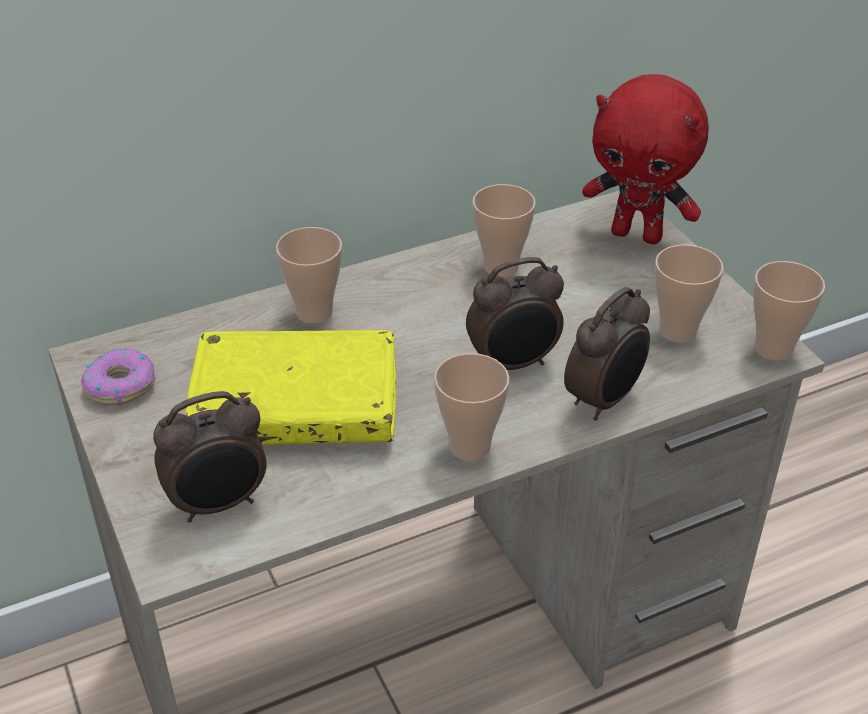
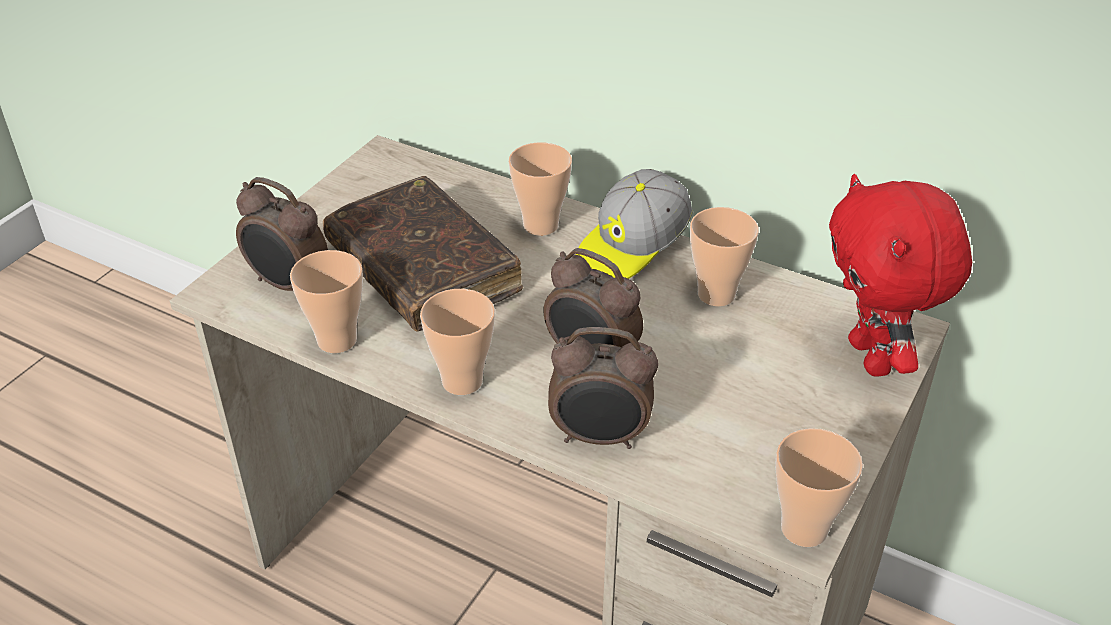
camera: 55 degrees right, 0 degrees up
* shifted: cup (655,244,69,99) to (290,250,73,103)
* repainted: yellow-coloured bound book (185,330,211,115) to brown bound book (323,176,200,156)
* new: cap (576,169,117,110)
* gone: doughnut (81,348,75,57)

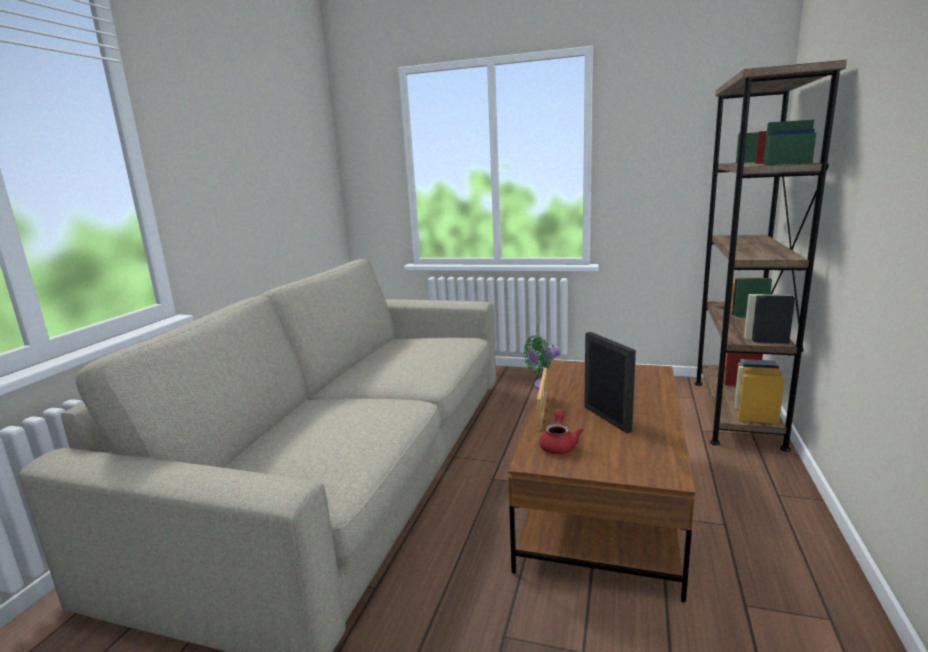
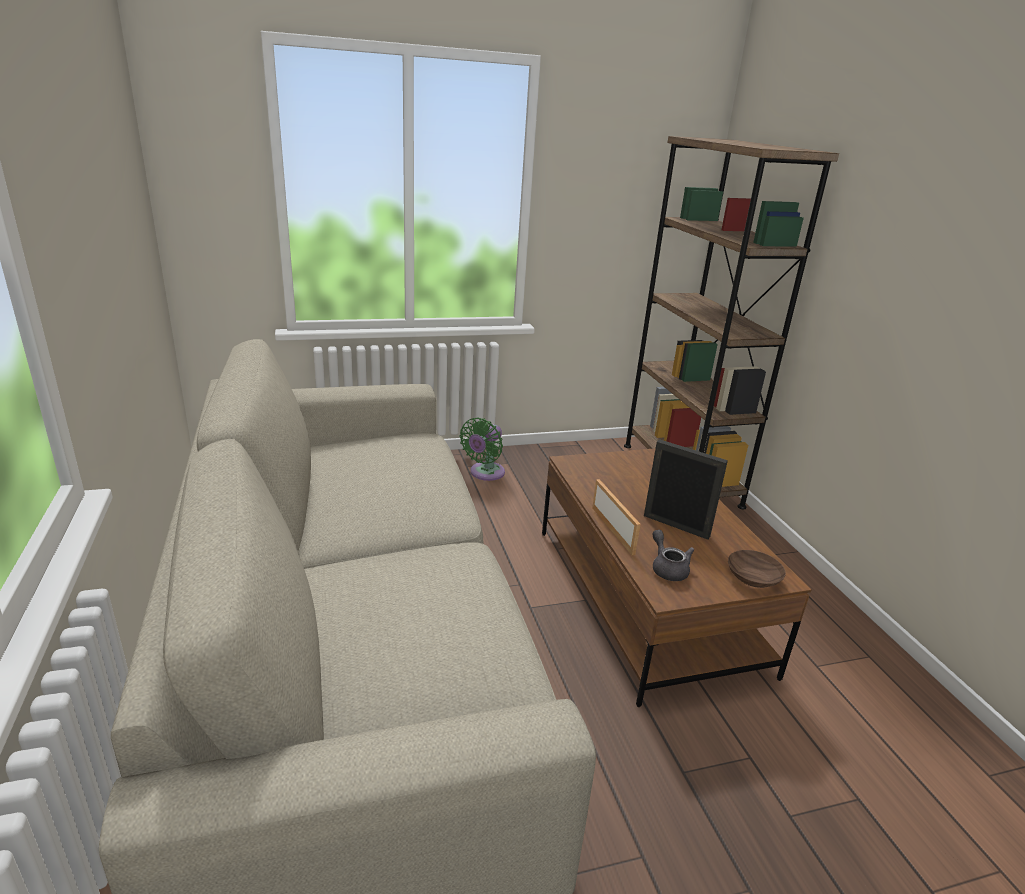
camera: 35 degrees left, 10 degrees up
* repainted: red tea pot (540,408,44,46) to grey tea pot (653,530,42,51)
* new: brown deep dish (728,550,58,38)

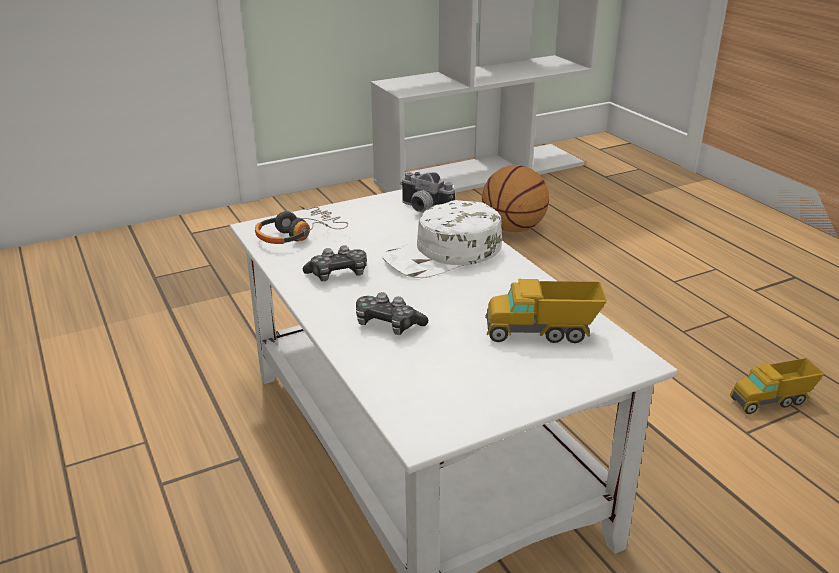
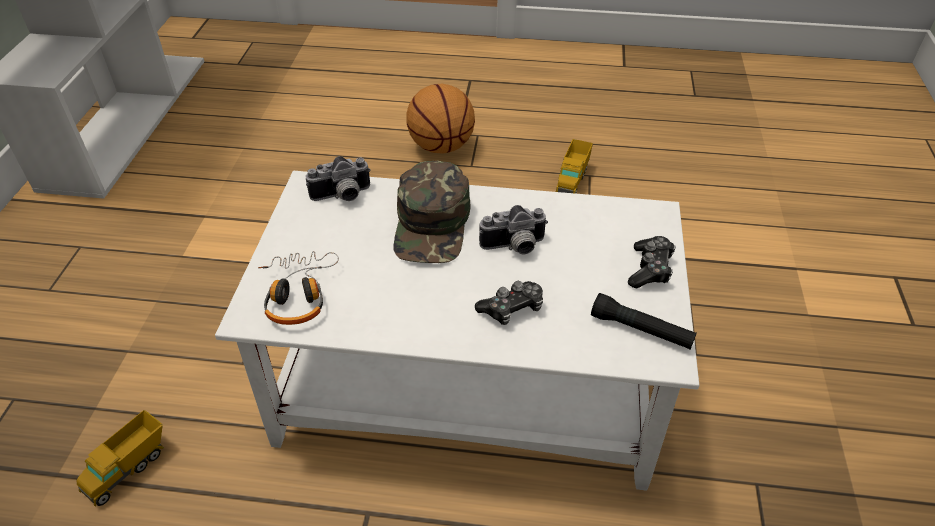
camera: 55 degrees left, 15 degrees up
* shifted: toy lorry (485,279,122,64) to (76,410,88,97)
* repainted: whitish cap (382,200,120,78) to greenish cap (393,161,78,102)
* shifted: basketball (482,165,67,67) to (406,84,69,69)
* new: photo camera (479,205,69,50)
* new: black flashlight (591,293,106,56)
* shifted: game controller (303,246,64,35) to (628,236,48,52)

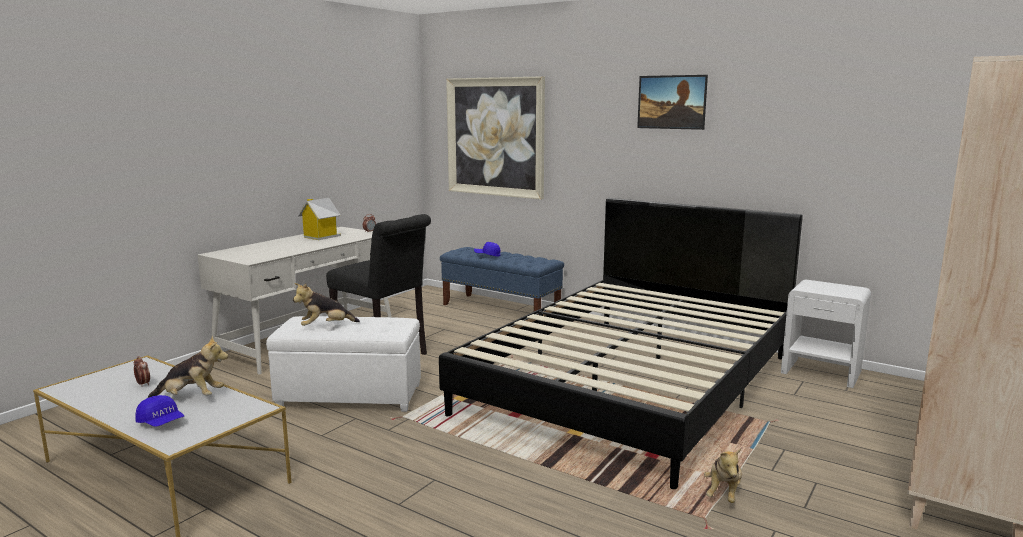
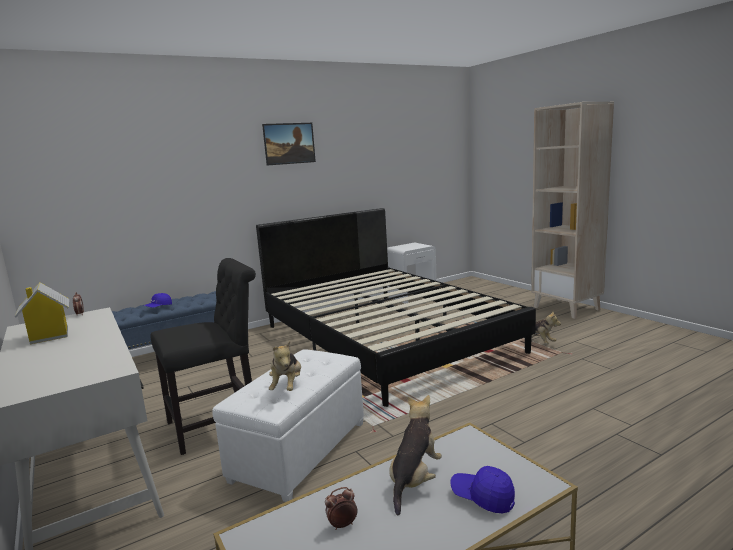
camera: 65 degrees left, 0 degrees up
* rotated: blue-coloured cap (135,395,49,32) = (450,466,65,47) 120 degrees counterclockwise
* gone: wall picture (446,76,99,124)

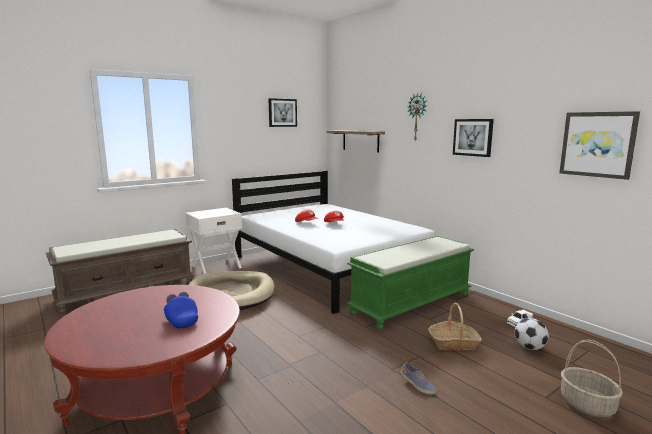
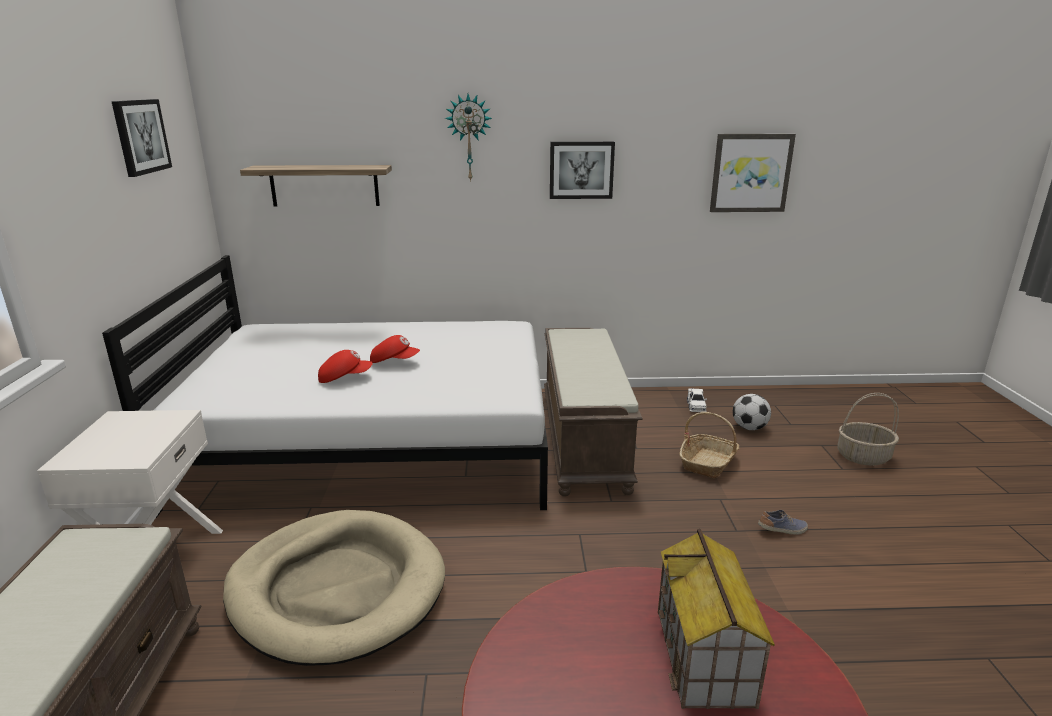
camera: 55 degrees left, 10 degrees up
* repainted: greenish bench (347,236,127,94) to brown bench (544,328,99,169)
* swapped: blue-coloured cap (164,292,34,36) to miniature house (658,528,117,181)

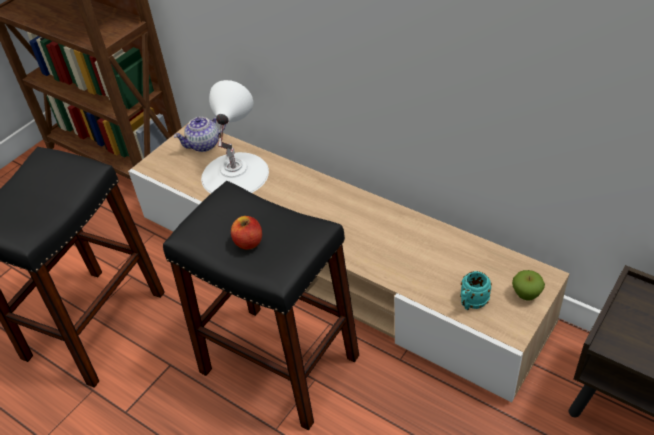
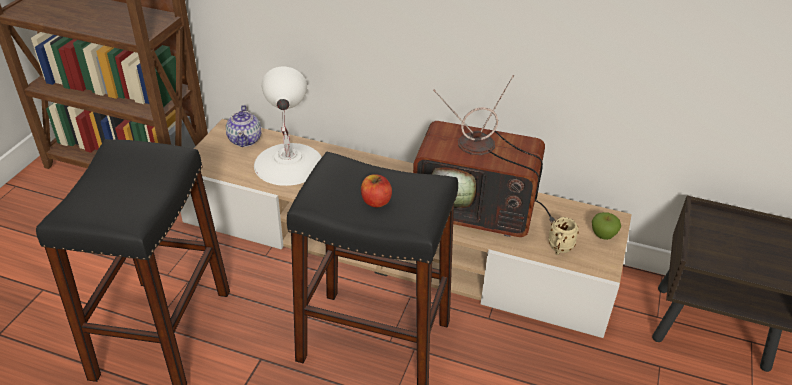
camera: 20 degrees left, 5 degrees down
* rotated: tea pot (174,116,52,36) = (226,105,35,42) 45 degrees counterclockwise
* new: TV set (413,75,142,162)
* repainted: blue-green tea mug (460,271,32,39) to beige tea mug (549,217,30,38)

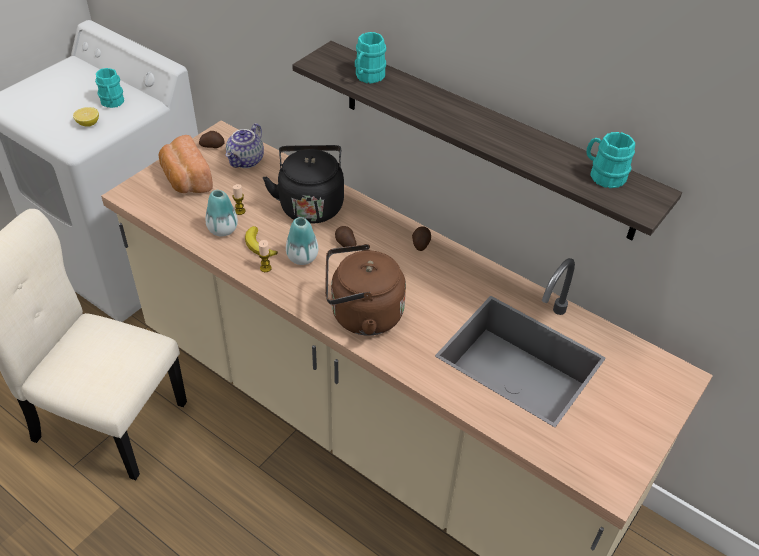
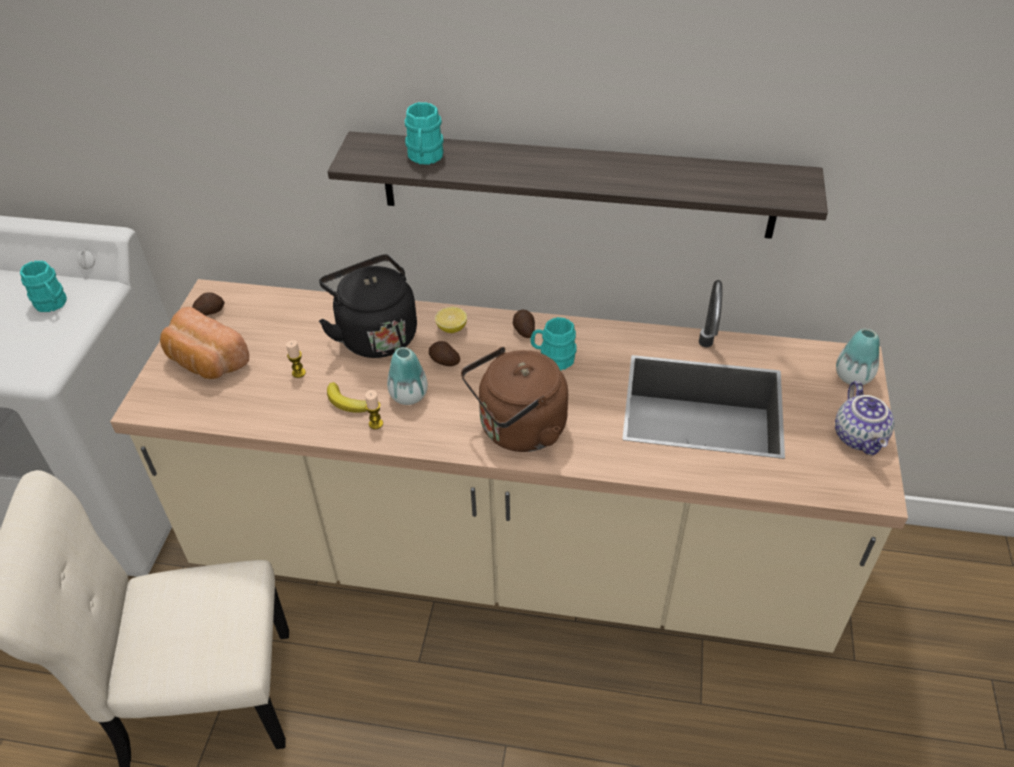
camera: 25 degrees left, 0 degrees up
* shifted: lemon (73,107,26,20) to (435,307,32,26)
* shifted: blue-green tea mug (586,132,49,56) to (530,317,47,54)
* shifted: tea pot (226,123,38,45) to (835,381,59,74)
* shifted: flower vase (206,190,32,46) to (836,329,44,56)

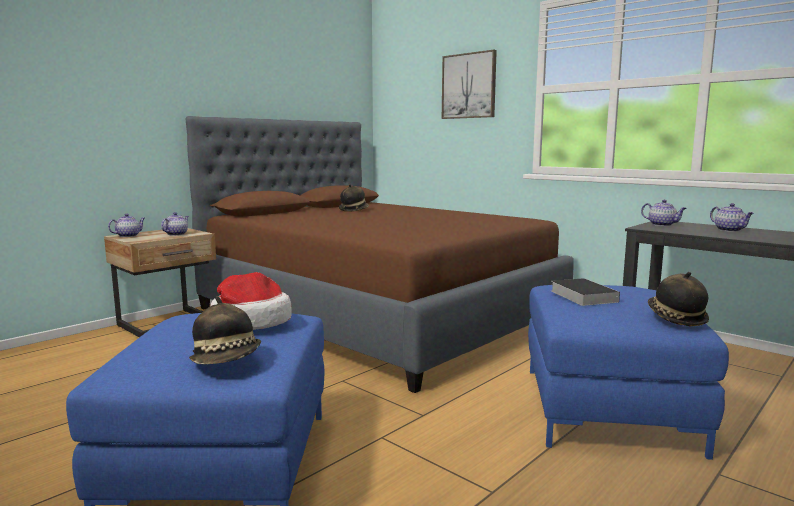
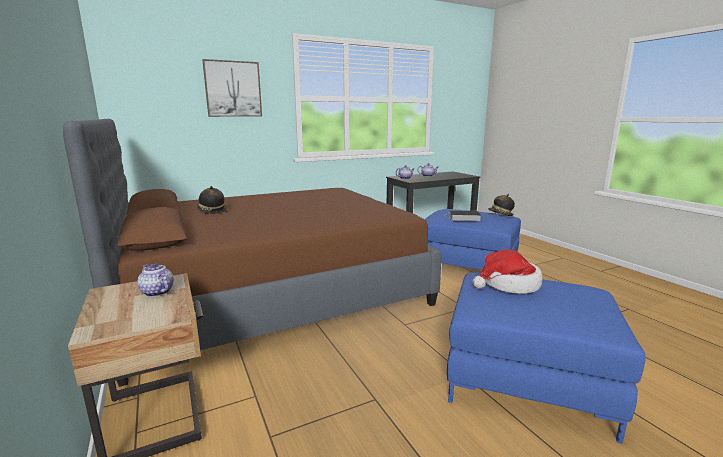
camera: 70 degrees left, 5 degrees up
* gone: tea pot (108,214,37,23)
* gone: clothing hat (189,296,72,68)

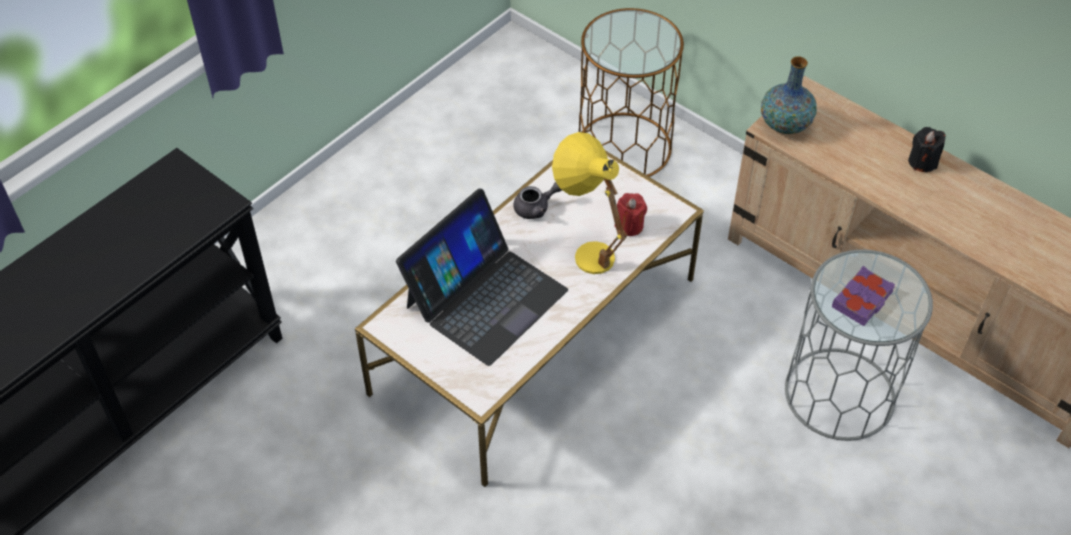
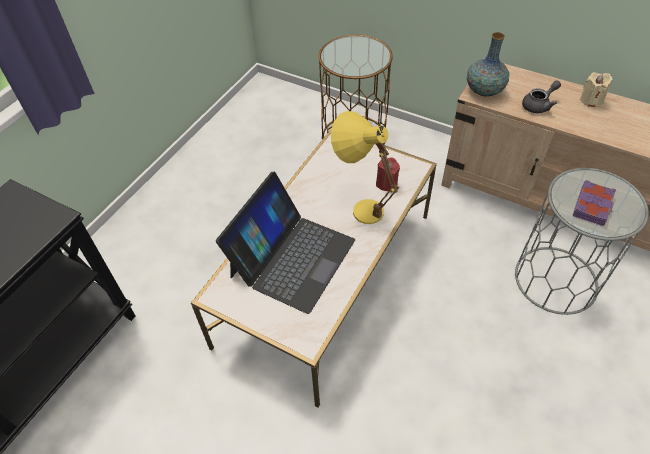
camera: 10 degrees left, 0 degrees up
* shifted: grey tea pot (514,182,48,37) to (522,80,39,33)
* repainted: black candle (908,127,37,45) to beige candle (580,72,33,35)

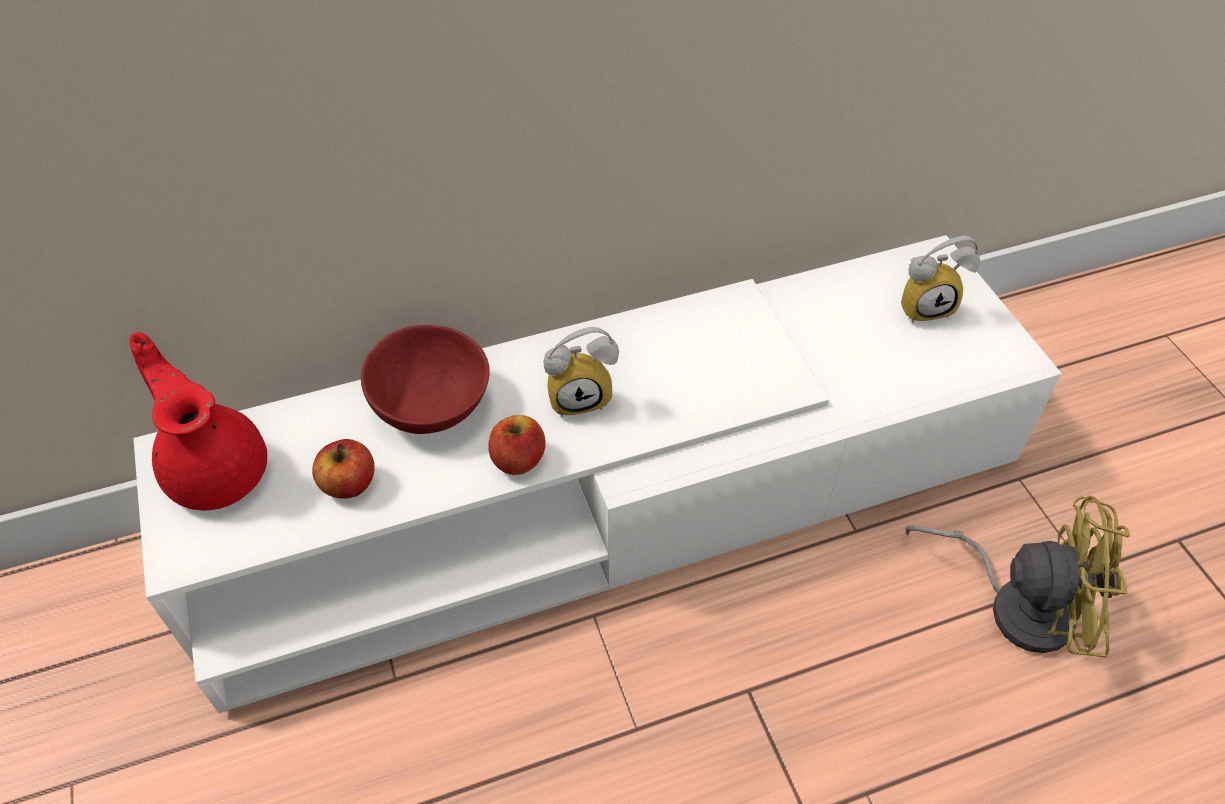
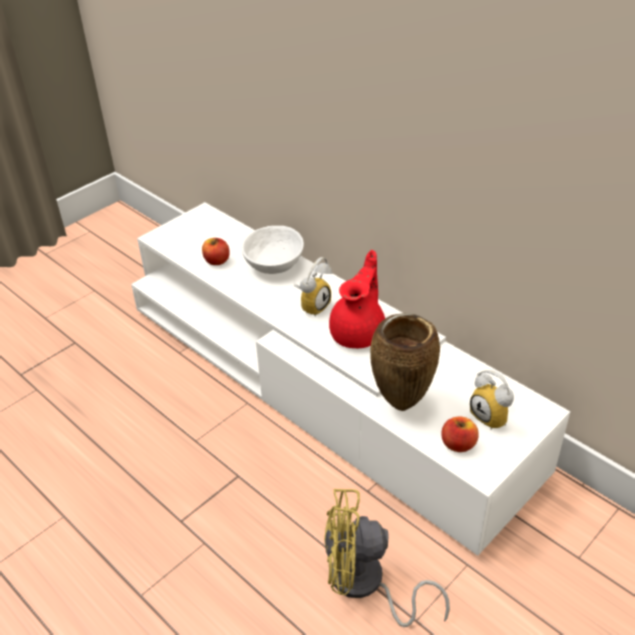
camera: 65 degrees right, 10 degrees down
* repainted: red deep dish (361,325,129,109) to whitish deep dish (242,226,62,48)
* rotated: alarm clock (544,327,75,90) = (294,257,38,60) 105 degrees counterclockwise
* rotated: yellow-coloured fan (906,496,224,162) = (324,489,126,138) 105 degrees clockwise
* shifted: red tea pot (130,332,137,178) to (329,250,56,98)
* new: brown flower vase (370,313,70,98)
* shifted: whole apple (488,415,58,60) to (441,417,38,35)

